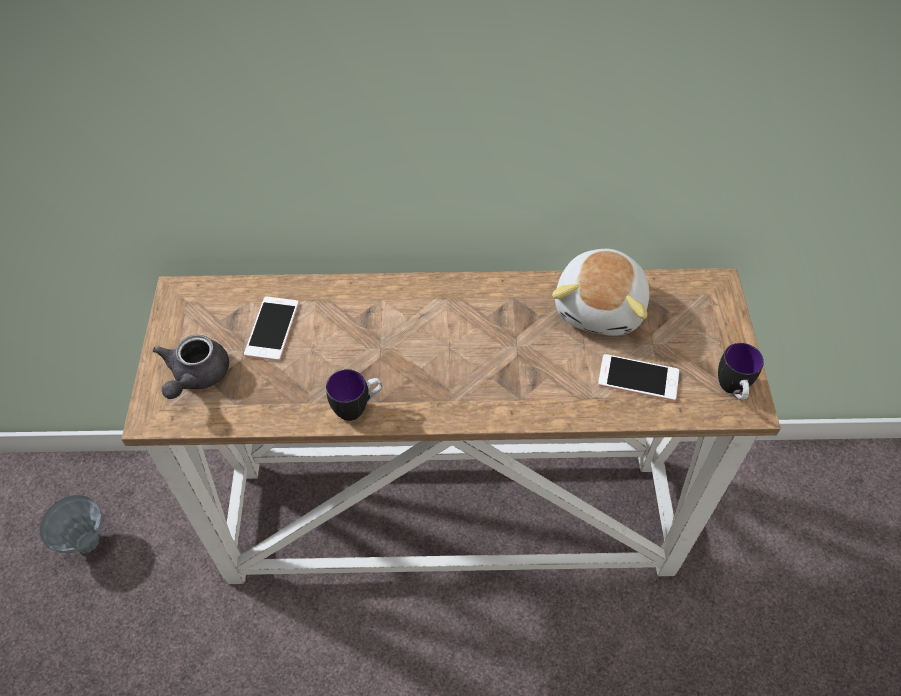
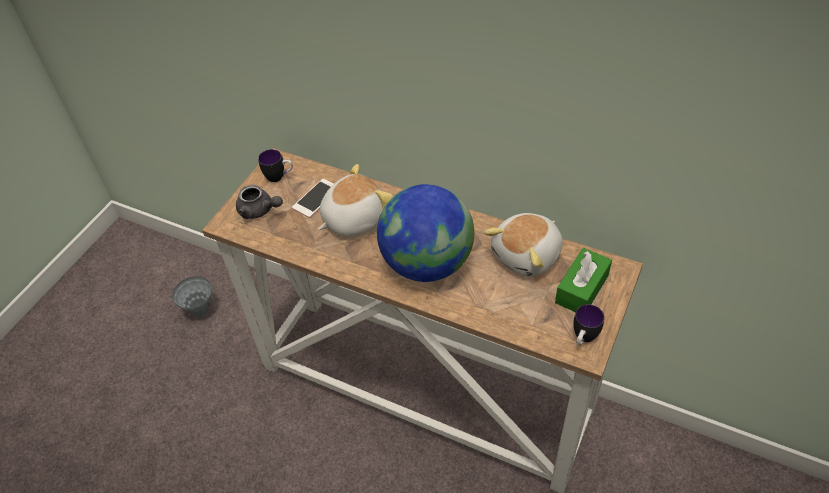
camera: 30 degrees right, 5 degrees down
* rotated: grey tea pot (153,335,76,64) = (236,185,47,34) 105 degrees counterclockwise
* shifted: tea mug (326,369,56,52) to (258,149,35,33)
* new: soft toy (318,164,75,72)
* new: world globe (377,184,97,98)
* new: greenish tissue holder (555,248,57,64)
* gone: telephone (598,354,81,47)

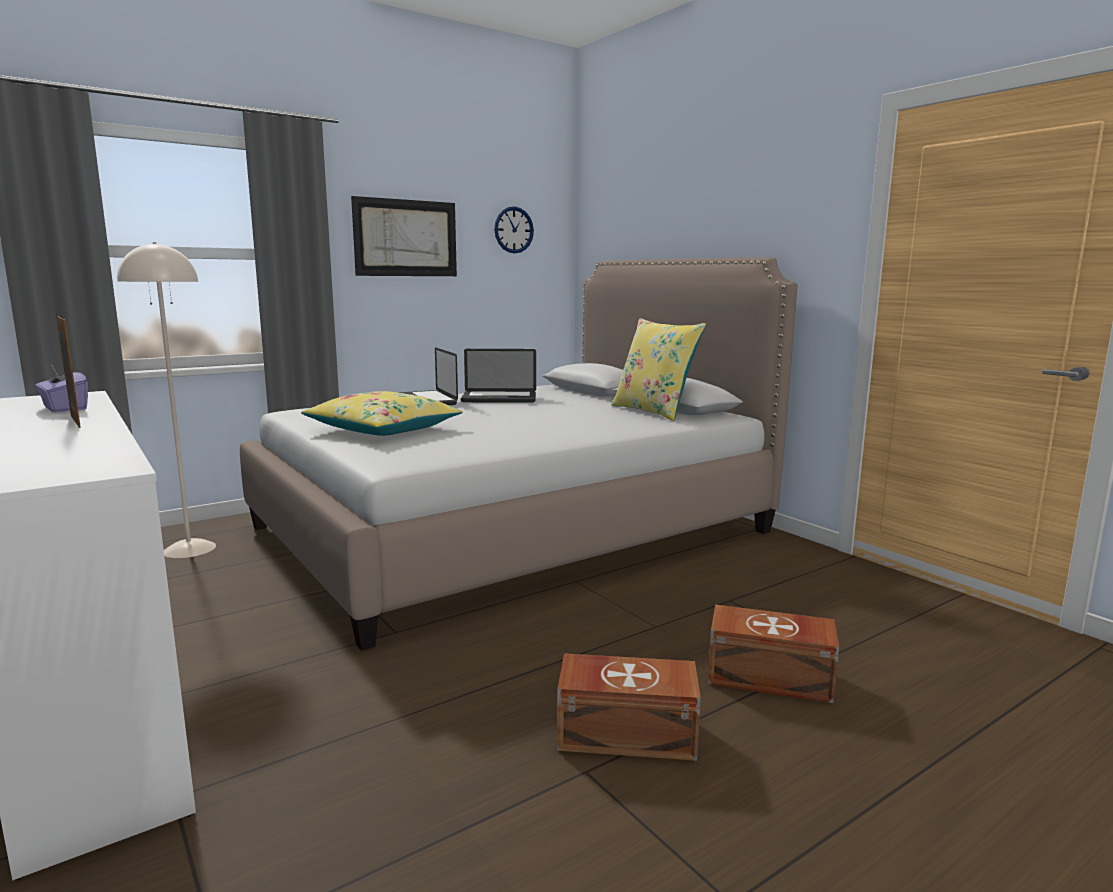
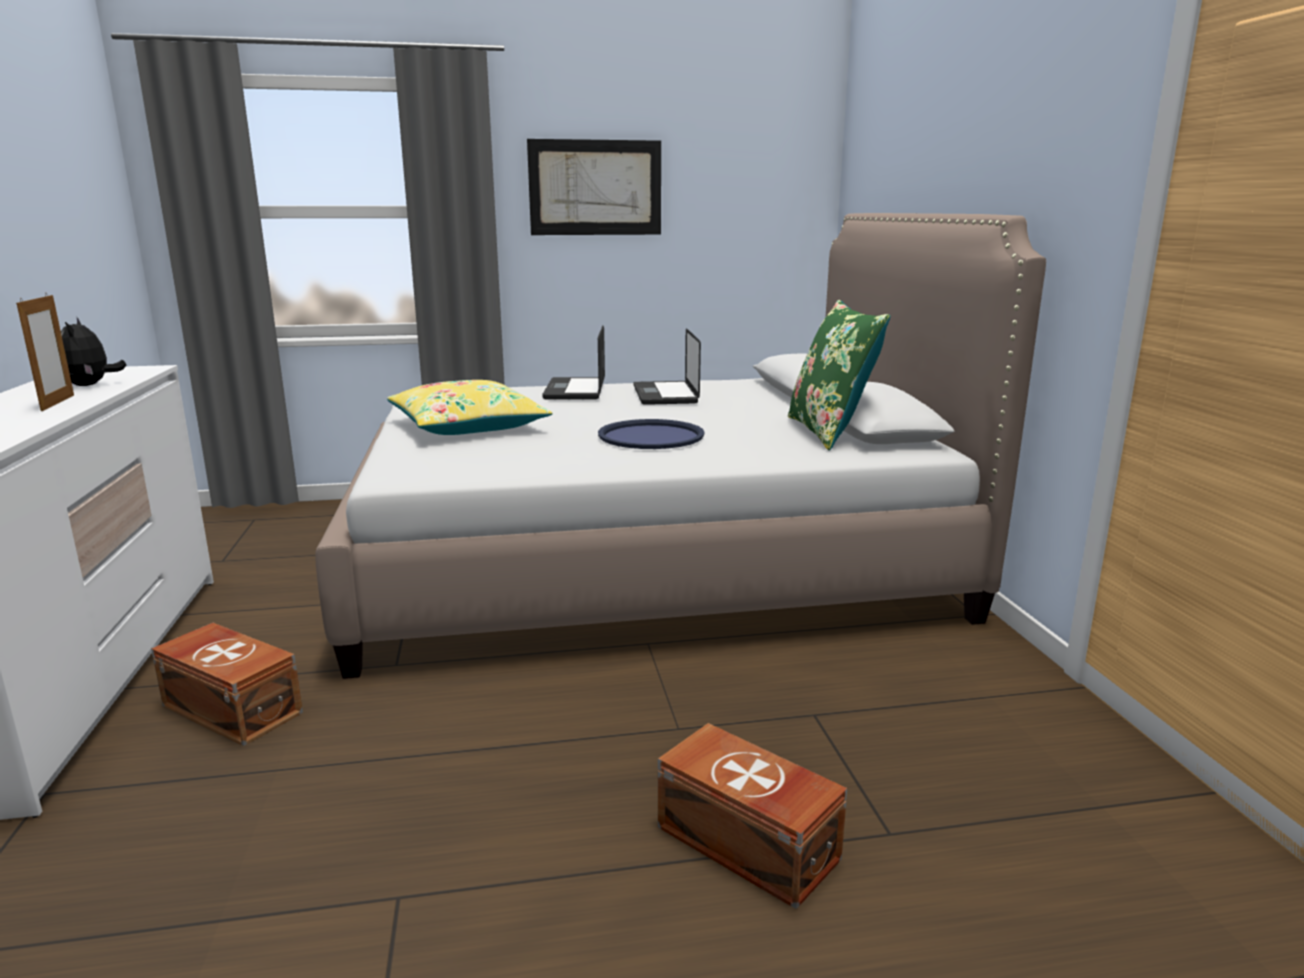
camera: 25 degrees right, 5 degrees up
* swapped: purple tissue holder (36,364,52,49) to soft toy (61,318,66,68)
* shifted: brown storage box (557,653,144,108) to (151,623,152,123)
* new: blue-coloured carrying tray (598,419,107,30)
* rotated: portable computer (461,349,75,54) = (634,328,67,77) 60 degrees clockwise
* repainted: yellow-coloured throw pillow (611,318,95,103) to greenish throw pillow (788,300,102,150)
* gone: beige standard lamp (117,242,99,316)
* gone: clock on the wall (494,206,40,47)

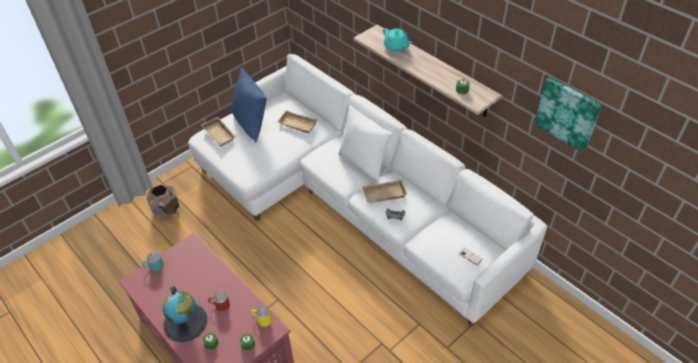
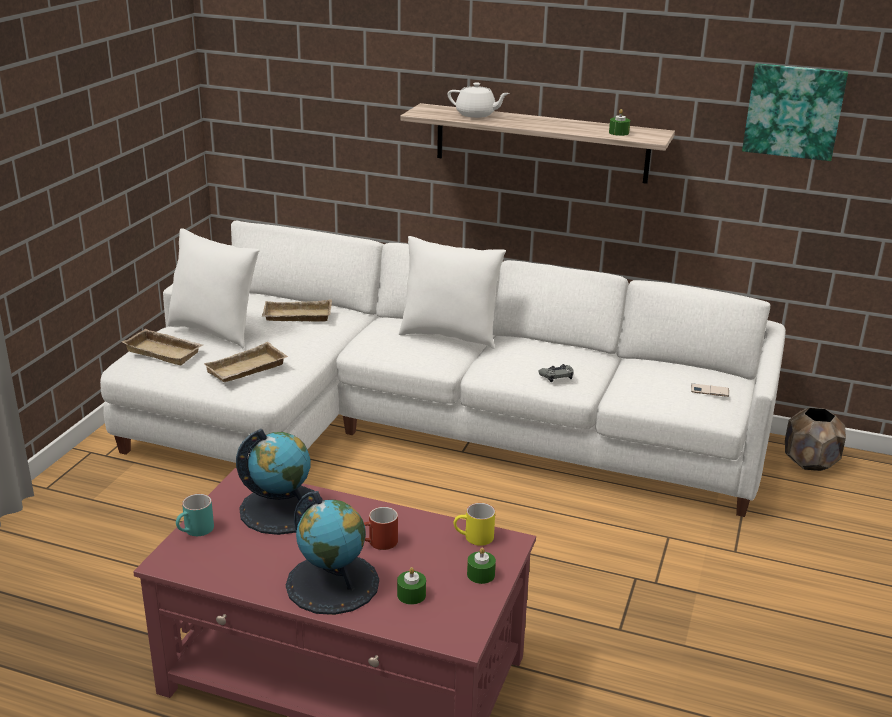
camera: 30 degrees left, 20 degrees down
* repainted: blue-coloured throw pillow (231,68,35,75) to whitish throw pillow (167,228,92,120)
* shifted: beige carrying tray (362,179,45,24) to (203,342,84,40)
* new: world globe (236,429,87,106)
* repainted: blue-green tea pot (383,28,29,24) to whitish tea pot (448,82,62,36)
* shifted: brown plant pot (146,184,33,34) to (785,408,61,63)

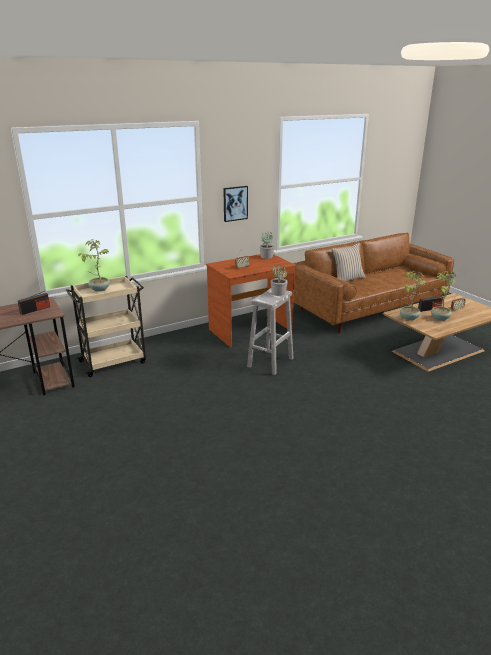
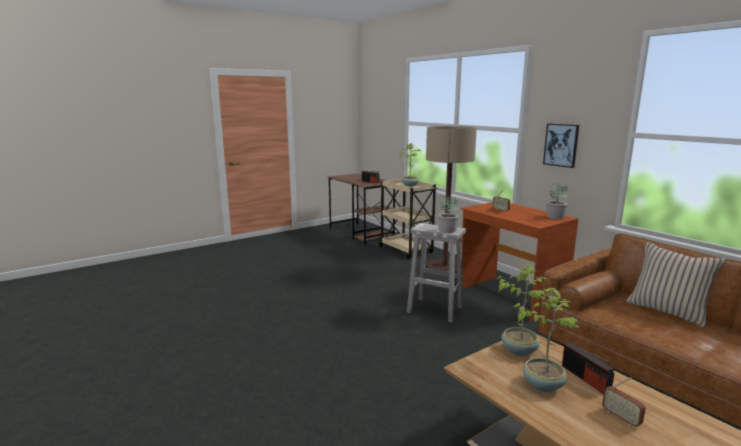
camera: 85 degrees right, 10 degrees down
* new: standard lamp (426,126,51,147)

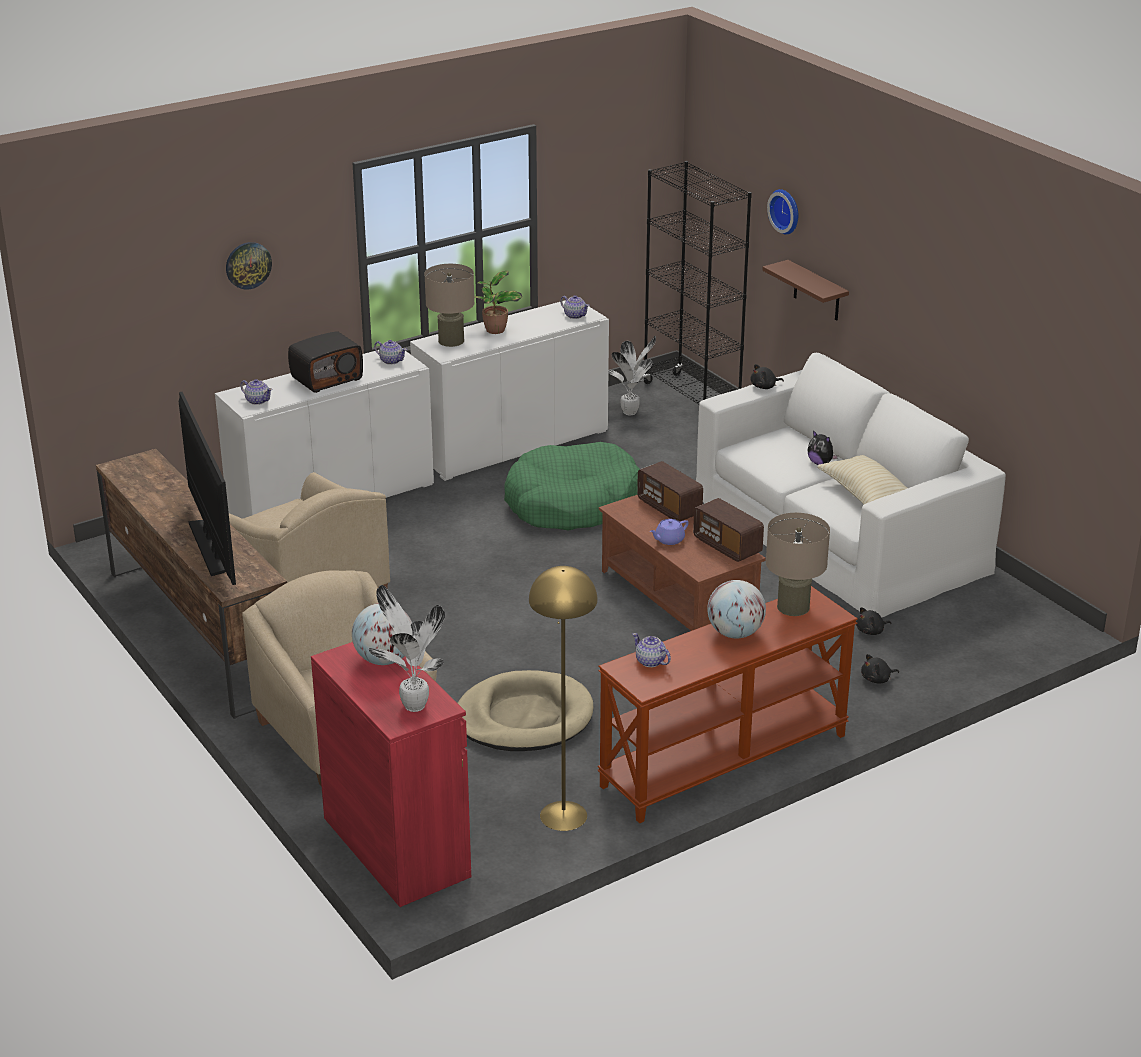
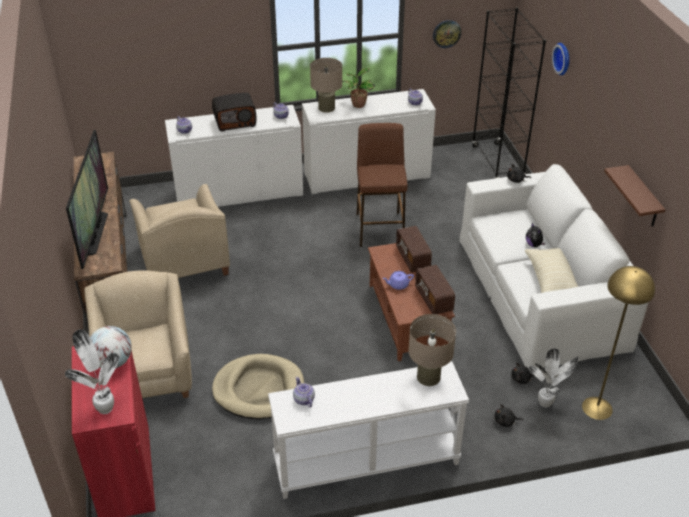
camera: 20 degrees right, 10 degrees up
* repainted: brown console table (597,586,261,238) to whitish console table (268,361,201,138)
* swapped: greenish pet bed (504,442,136,88) to brown stool (357,123,50,124)
* shifted: clock on the wall (226,242,46,48) to (433,20,28,28)
* shifted: plant in a pot (608,336,48,79) to (529,348,49,60)
* shifted: yellow-coloured standard lamp (529,566,69,265) to (582,266,73,154)
* shifted: brown bracket shelf (762,260,87,61) to (604,165,62,62)
* gone: world globe (707,580,59,58)

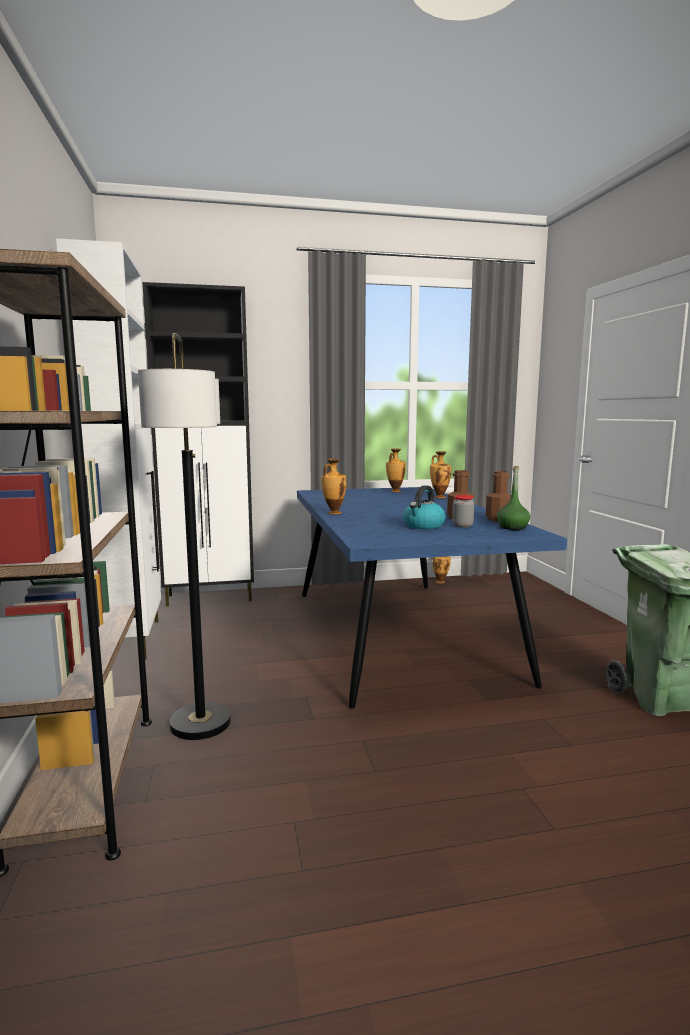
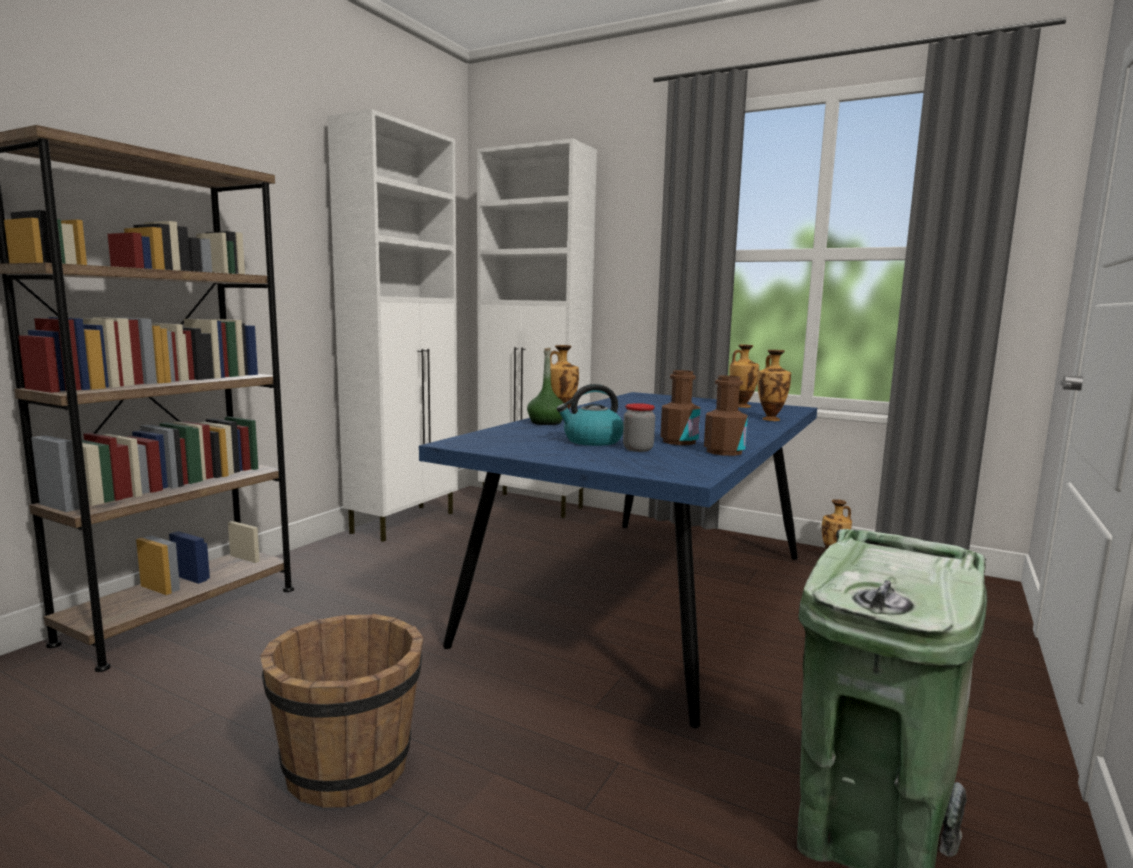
camera: 40 degrees right, 0 degrees up
* new: brown bucket (260,614,163,194)
* repainted: black cupboard (142,282,112,325) to whitish cupboard (477,138,120,380)
* shifted: greenish drink bottle (497,466,33,64) to (527,348,37,77)
* gone: standard lamp (138,333,93,407)

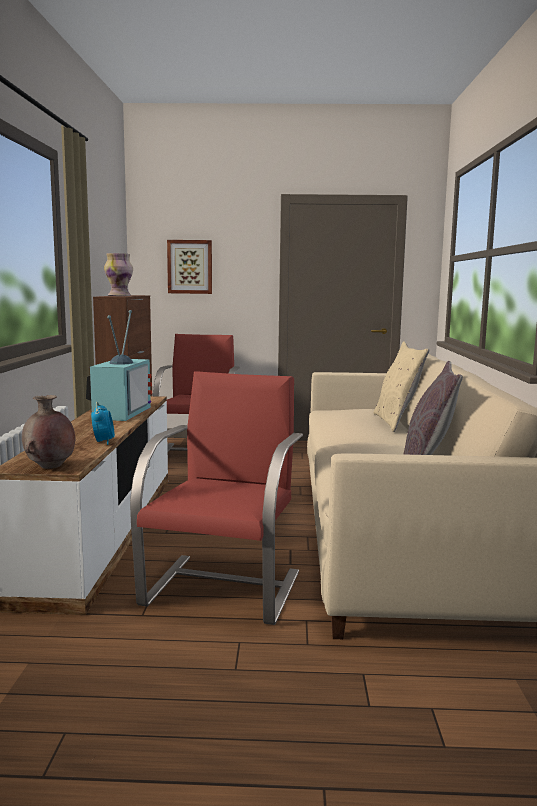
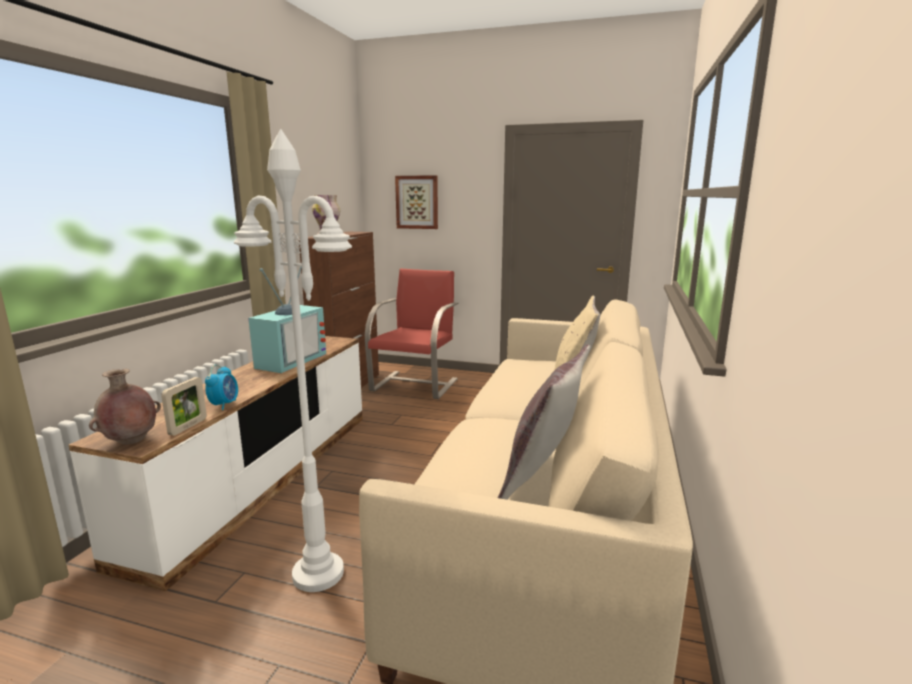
camera: 15 degrees right, 5 degrees up
* new: picture frame (161,377,46,59)
* swapped: red lounge chair (130,371,173,254) to whitish standard lamp (234,129,118,463)

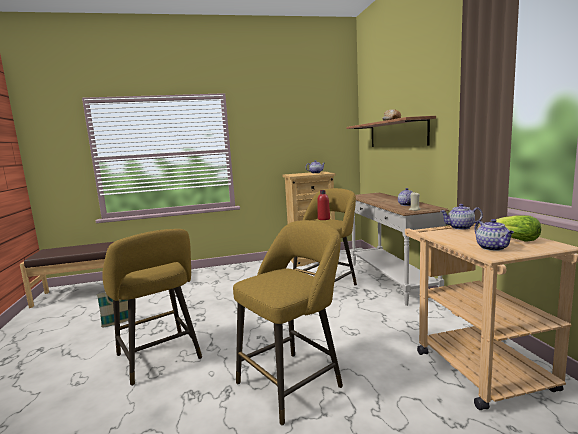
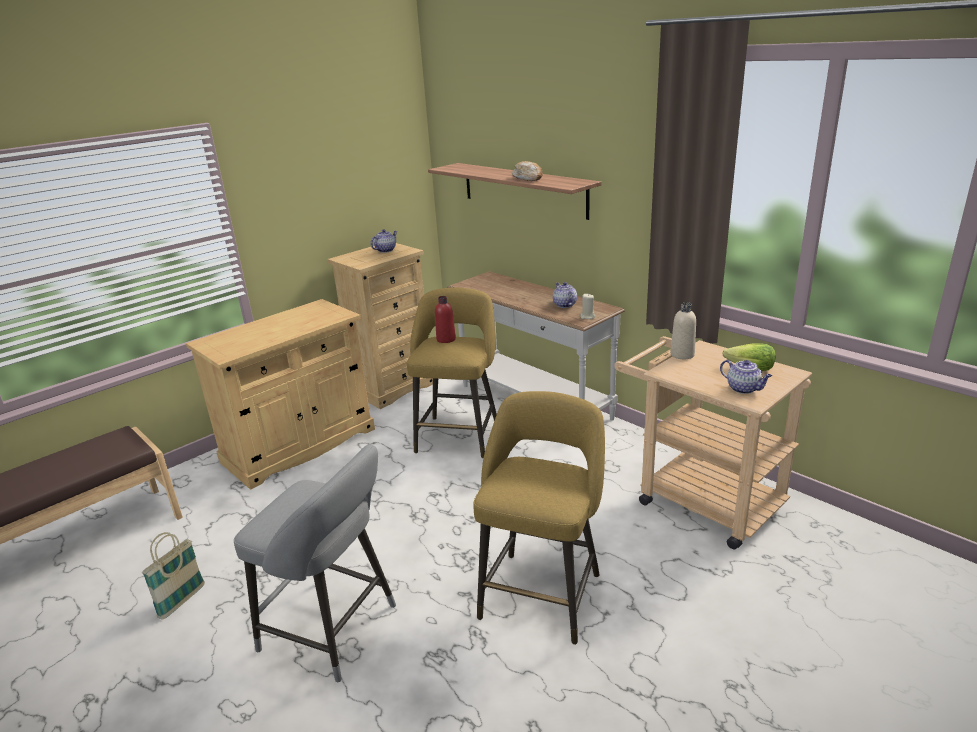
camera: 30 degrees left, 15 degrees up
* new: beige cupboard (186,299,189,190)
* repainted: yellow-coloured stool (102,229,100,157) to grey stool (234,444,162,238)
* swapped: tea pot (440,204,43,26) to beige drink bottle (670,302,26,57)

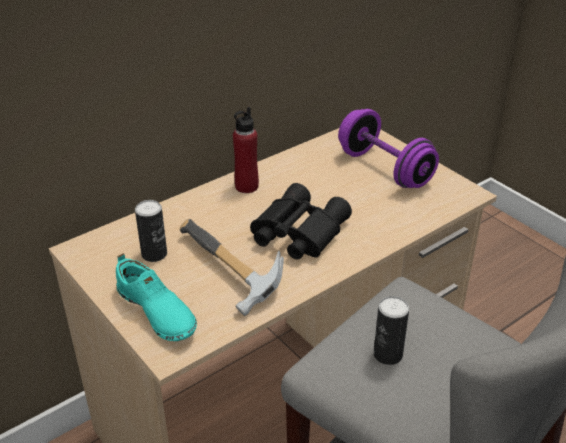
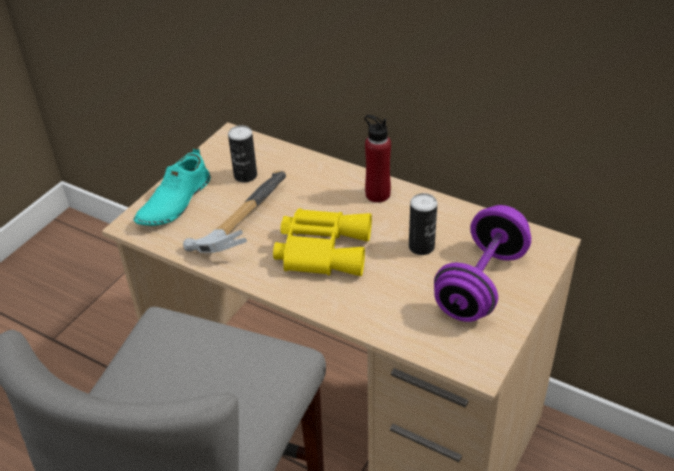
camera: 70 degrees right, 5 degrees up
* repainted: black field glasses (250,183,102,76) to yellow-coloured field glasses (273,208,99,68)
* shifted: metal can (374,296,35,69) to (409,193,28,62)

